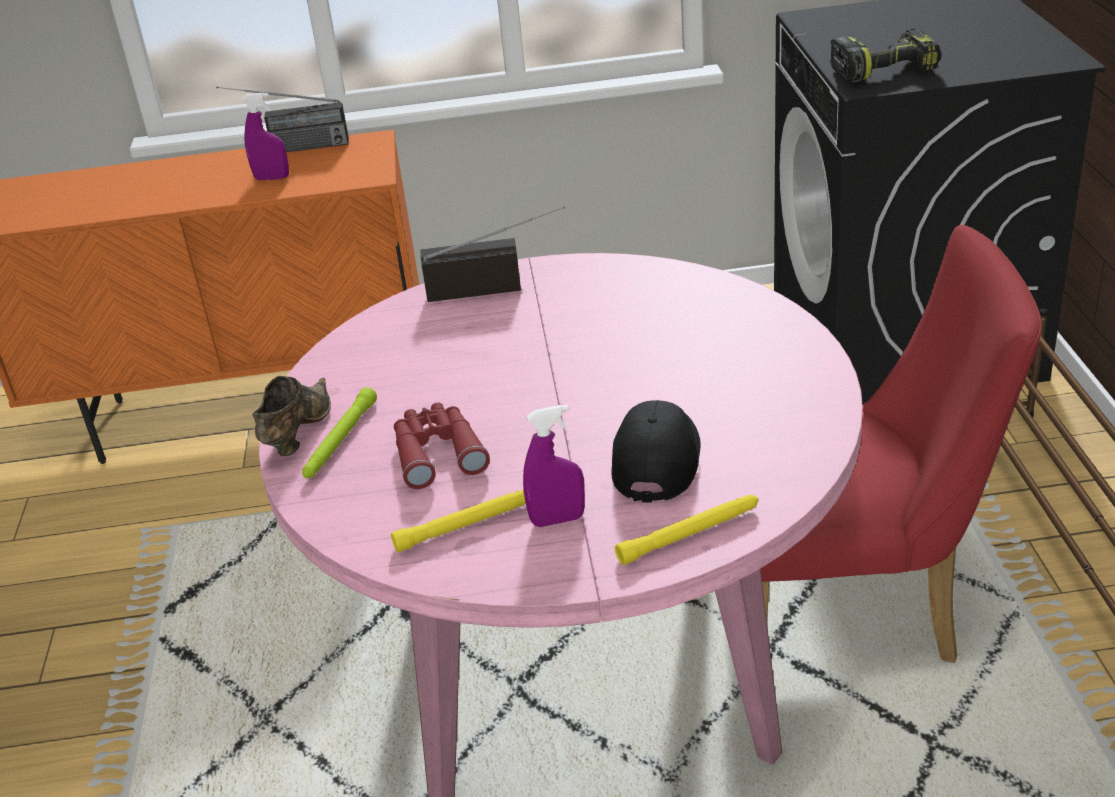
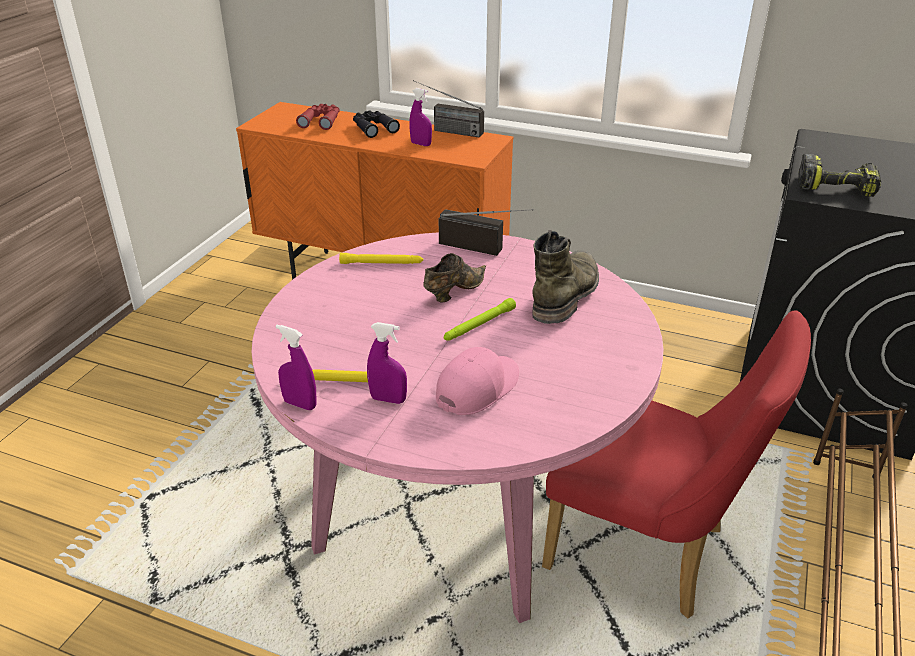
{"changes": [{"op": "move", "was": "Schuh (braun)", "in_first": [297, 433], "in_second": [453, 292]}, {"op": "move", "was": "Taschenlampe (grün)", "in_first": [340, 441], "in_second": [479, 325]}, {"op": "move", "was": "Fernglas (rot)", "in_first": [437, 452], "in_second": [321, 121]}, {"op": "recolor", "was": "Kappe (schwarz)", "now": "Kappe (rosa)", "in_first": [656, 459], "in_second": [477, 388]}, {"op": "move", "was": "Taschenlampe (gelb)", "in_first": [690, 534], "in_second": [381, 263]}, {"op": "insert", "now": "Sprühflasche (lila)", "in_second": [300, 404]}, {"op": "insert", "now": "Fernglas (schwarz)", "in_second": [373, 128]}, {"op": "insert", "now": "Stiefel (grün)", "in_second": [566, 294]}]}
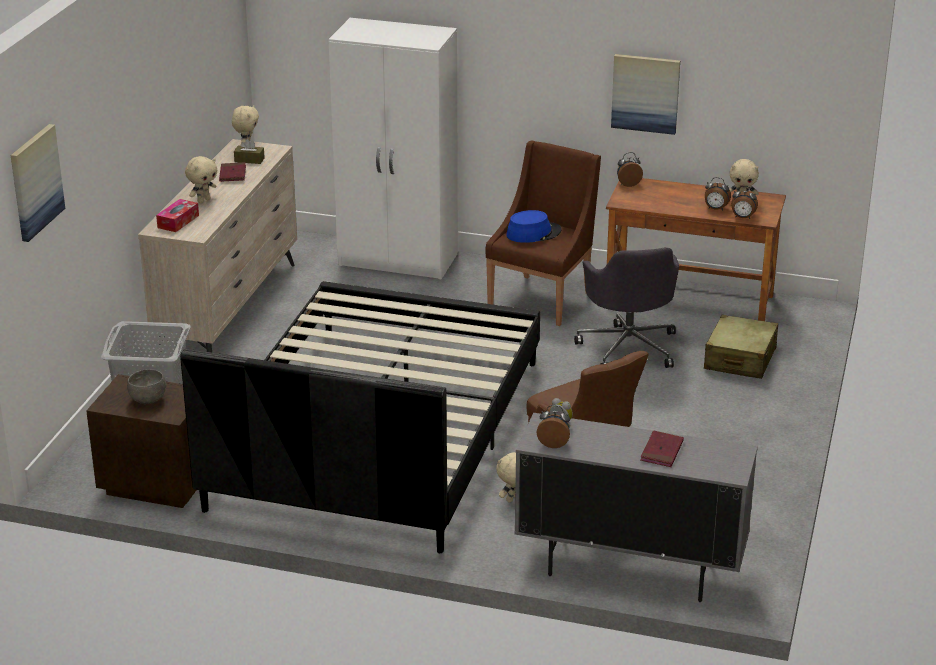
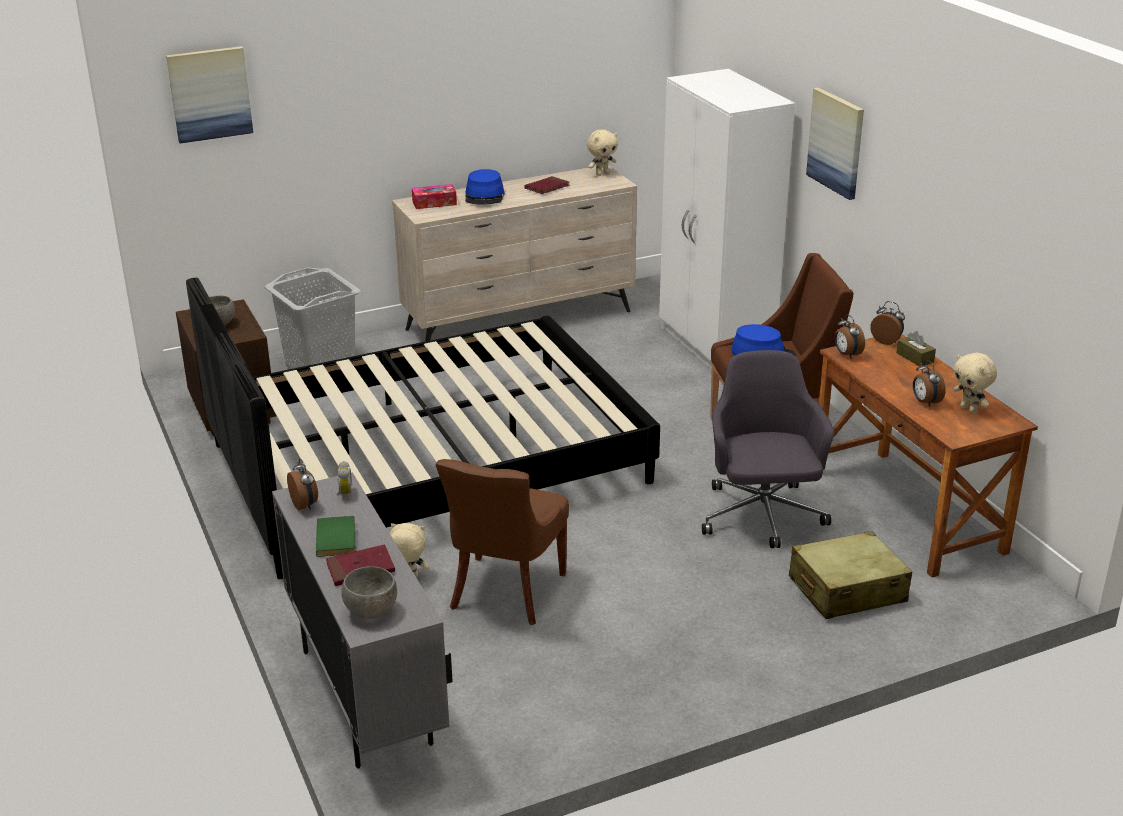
{"changes": [{"op": "replace", "was": "Plüschtier (beige)", "now": "Hut (blau)", "in_first": [203, 200], "in_second": [484, 196]}, {"op": "move", "was": "Taschentuchbox (braun)", "in_first": [249, 160], "in_second": [915, 357]}, {"op": "rotate", "was": "Bürostuhl (grau)", "in_first": [628, 347], "in_second": [762, 517], "clockwise": 135}, {"op": "move", "was": "Bild", "in_first": [645, 93], "in_second": [836, 142]}, {"op": "move", "was": "Wecker", "in_first": [742, 217], "in_second": [846, 354]}, {"op": "insert", "now": "Buch (grün)", "in_second": [338, 538]}, {"op": "insert", "now": "Schüssel (grau)", "in_second": [371, 611]}]}
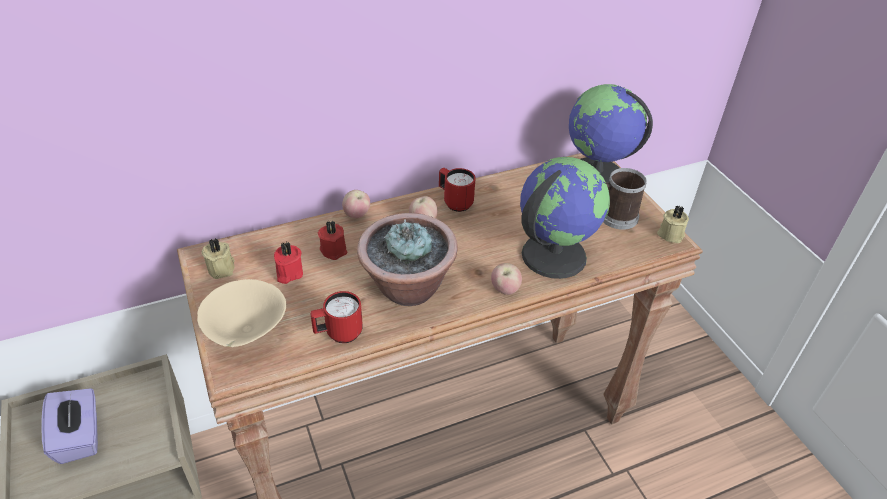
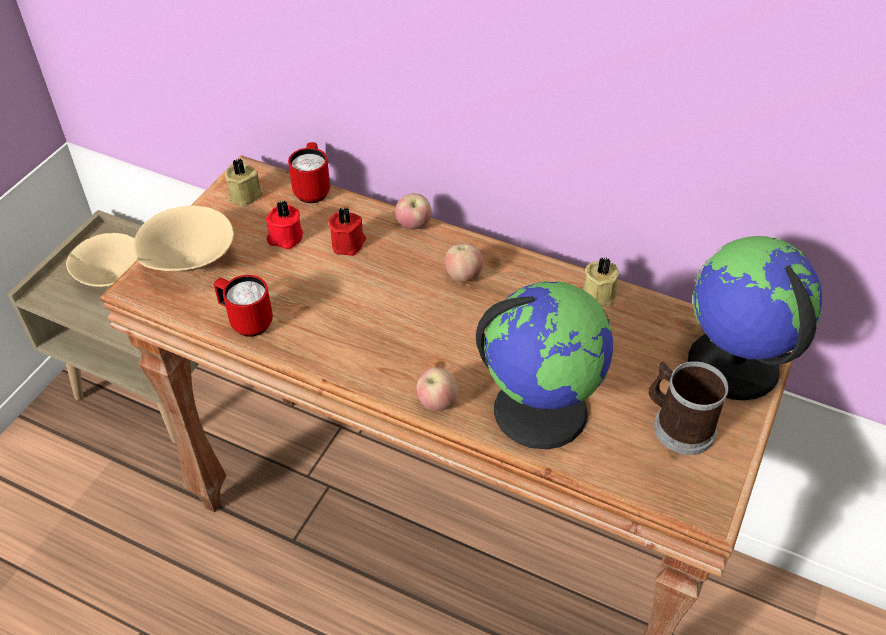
{"changes": [{"op": "replace", "was": "Taschentuchbox (lila)", "now": "Schüssel (beige)", "in_first": [80, 436], "in_second": [111, 278]}, {"op": "delete", "was": "Topfpflanze", "in_first": [407, 288]}, {"op": "move", "was": "Henkelbecher (rot)", "in_first": [454, 202], "in_second": [313, 189]}, {"op": "move", "was": "Kerze (beige)", "in_first": [670, 233], "in_second": [600, 293]}]}
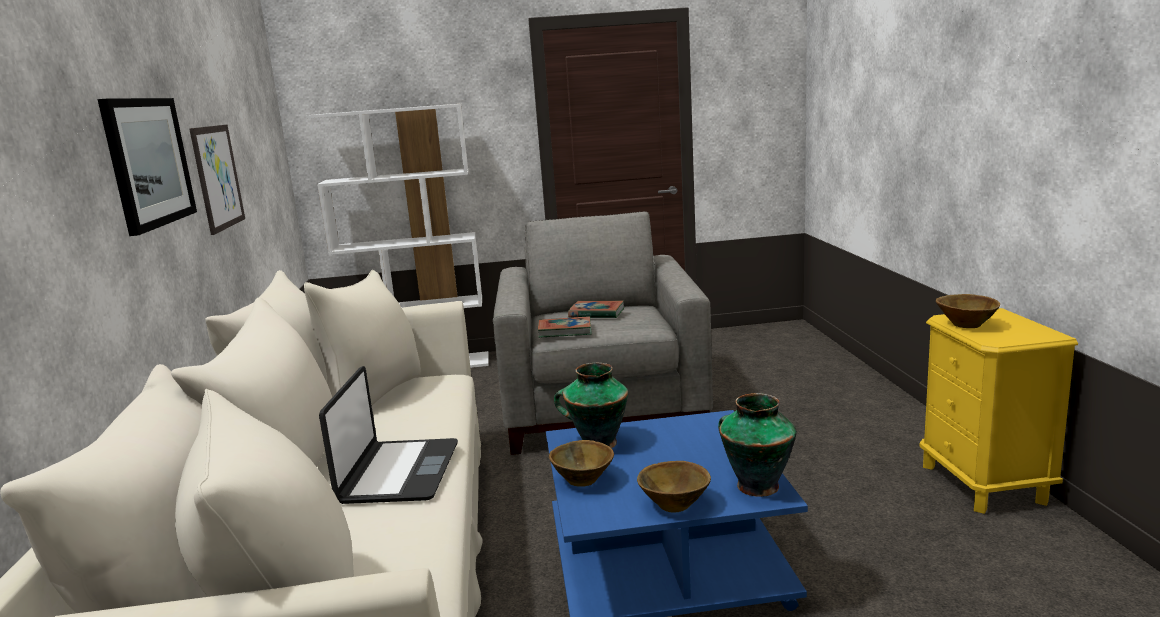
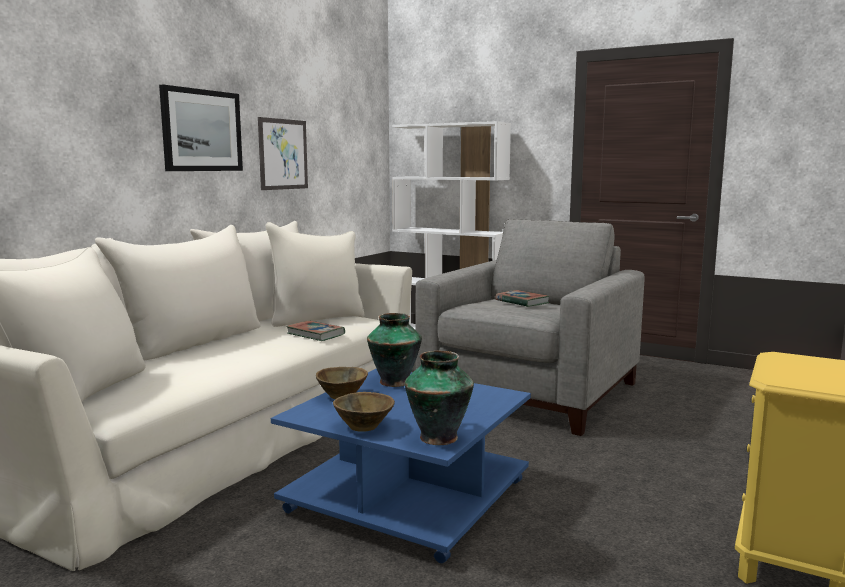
{"changes": [{"op": "delete", "was": "Laptop", "in_first": [398, 473]}, {"op": "move", "was": "Buch", "in_first": [565, 331], "in_second": [315, 334]}, {"op": "delete", "was": "Schüssel (braun)", "in_first": [965, 325]}]}
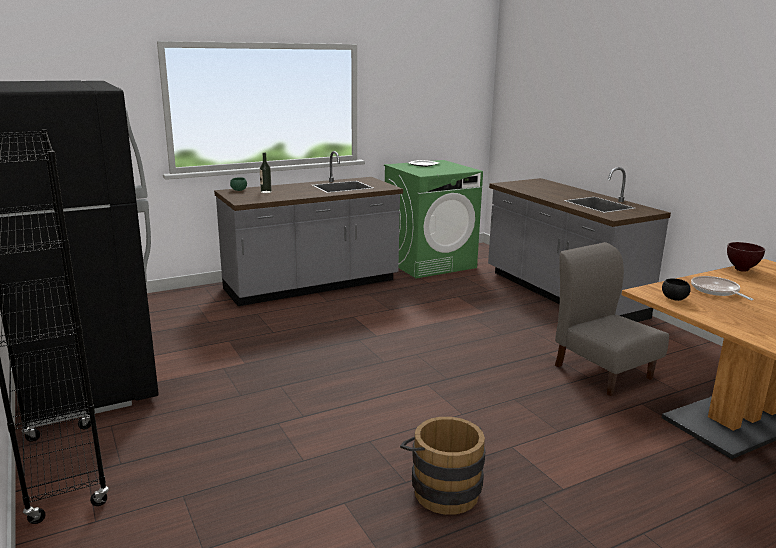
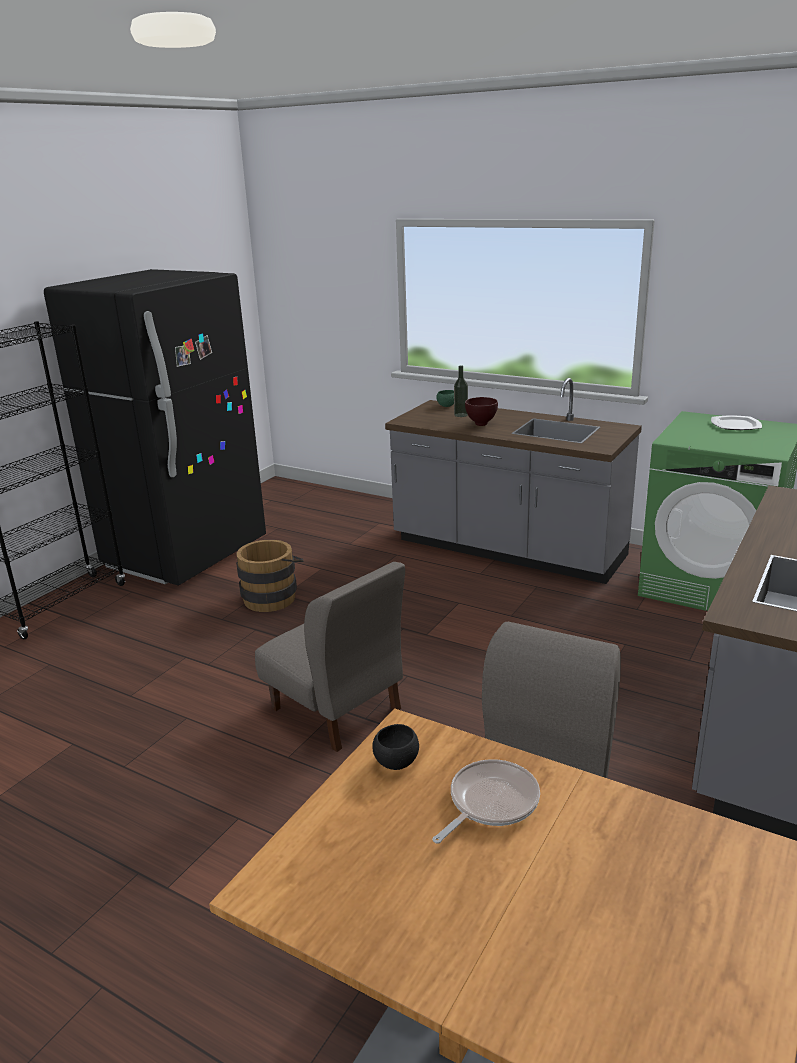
{"changes": [{"op": "move", "was": "Eimer (braun)", "in_first": [442, 489], "in_second": [272, 596]}, {"op": "move", "was": "Schüssel (braun)", "in_first": [742, 270], "in_second": [480, 424]}, {"op": "insert", "now": "Stuhl (grau)", "in_second": [336, 709]}]}
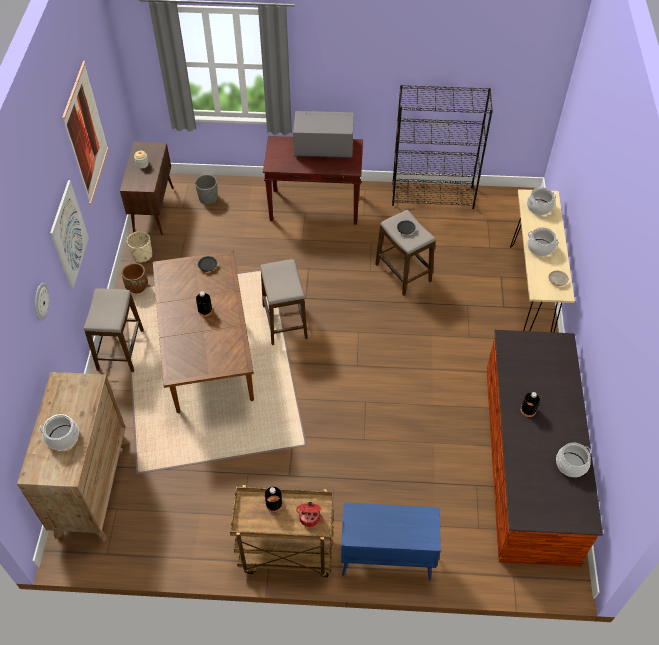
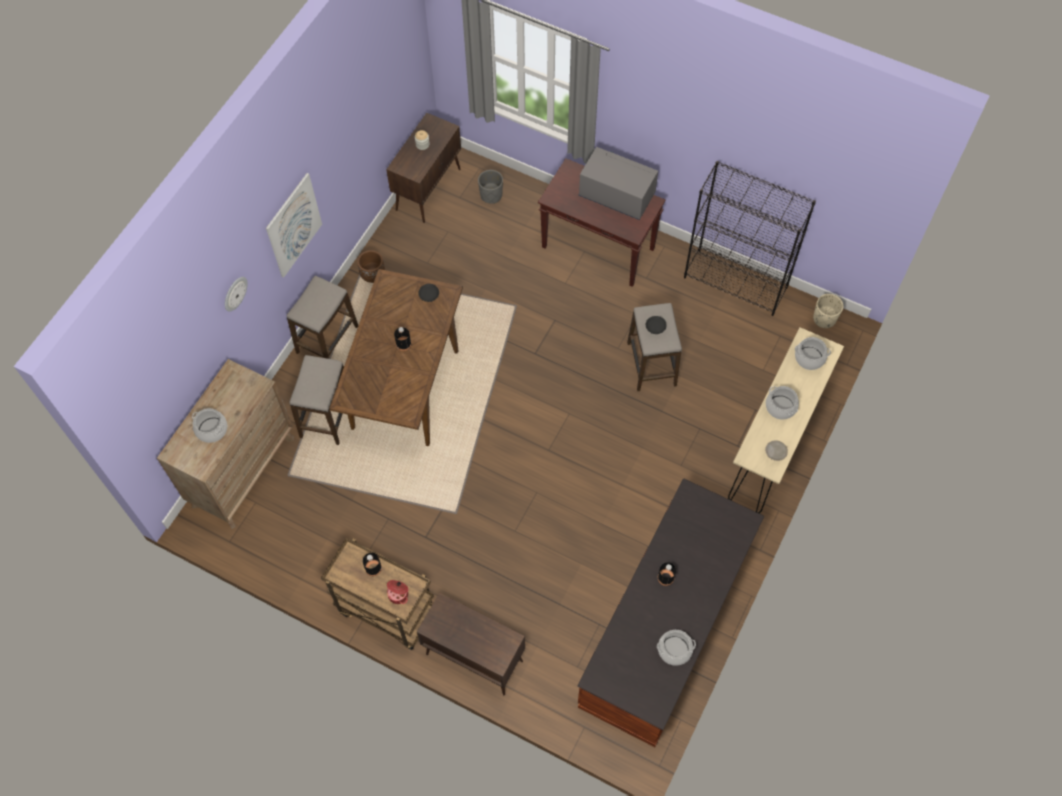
{"changes": [{"op": "delete", "was": "Bild", "in_first": [86, 133]}, {"op": "move", "was": "Pflanzkübel (beige)", "in_first": [142, 255], "in_second": [824, 319]}, {"op": "move", "was": "Hocker", "in_first": [285, 322], "in_second": [327, 416]}, {"op": "recolor", "was": "Schrank (blau)", "now": "Schrank (braun)", "in_first": [385, 559], "in_second": [473, 657]}]}
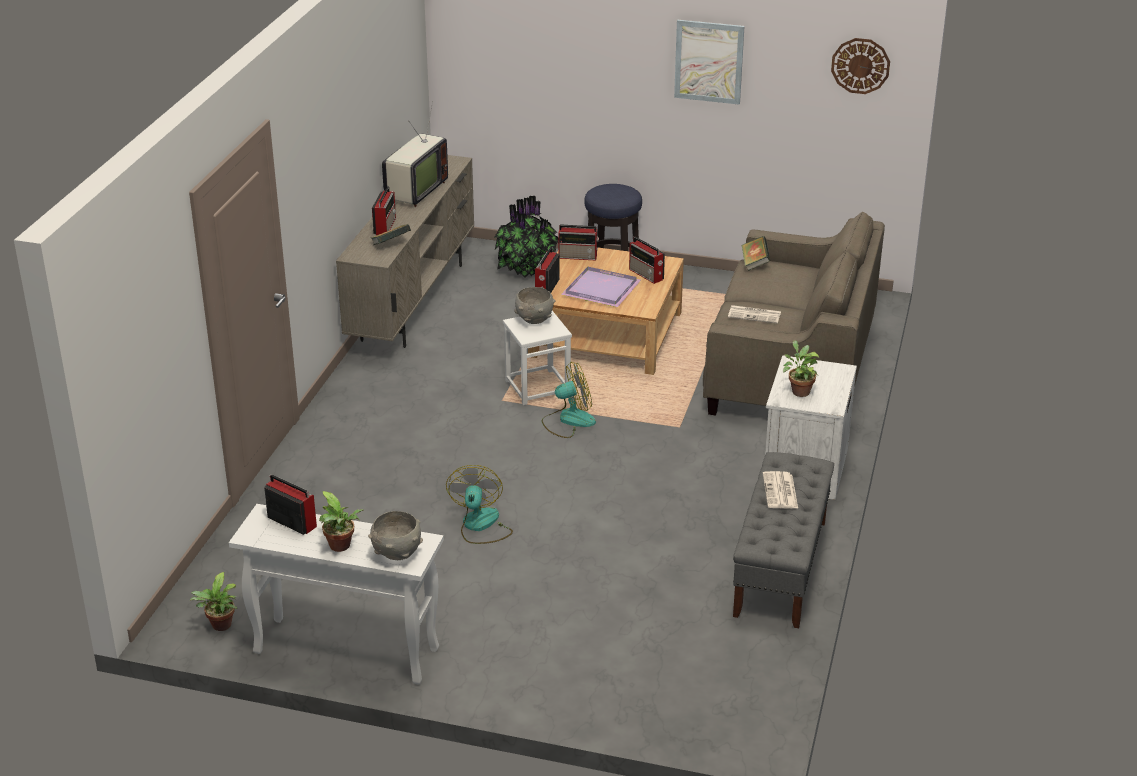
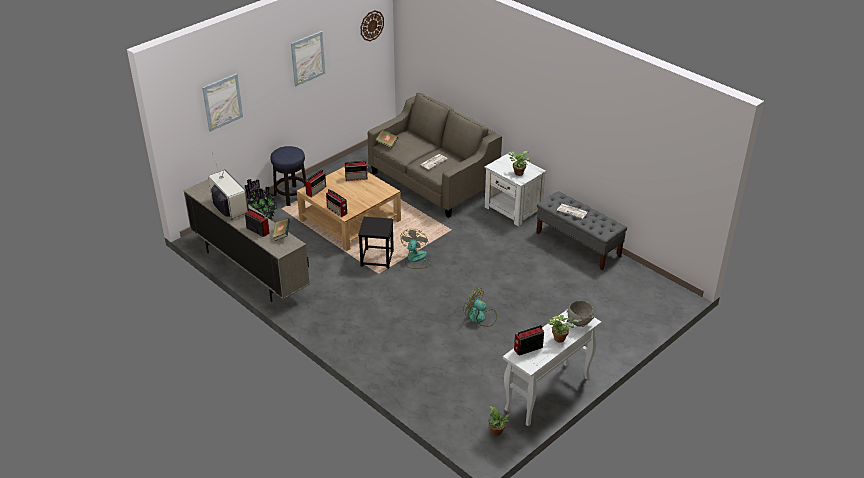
{"changes": [{"op": "recolor", "was": "Hocker (weiß)", "now": "Hocker (schwarz)", "in_first": [537, 387], "in_second": [377, 258]}, {"op": "delete", "was": "Schüssel (grau)", "in_first": [534, 321]}, {"op": "delete", "was": "Tablett (lila)", "in_first": [600, 289]}, {"op": "insert", "now": "Bild", "in_second": [222, 102]}]}
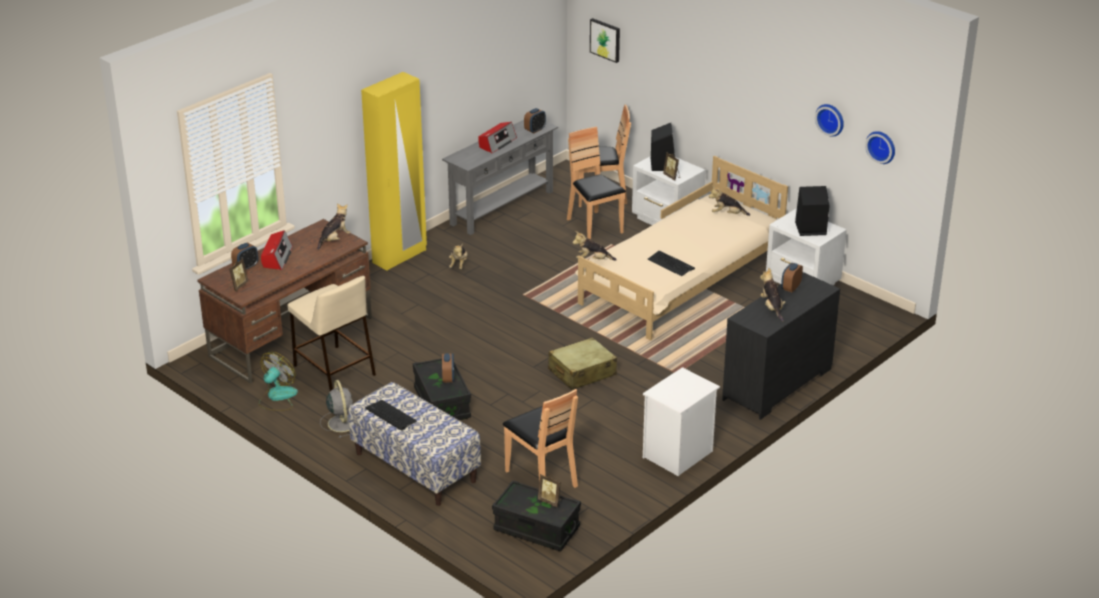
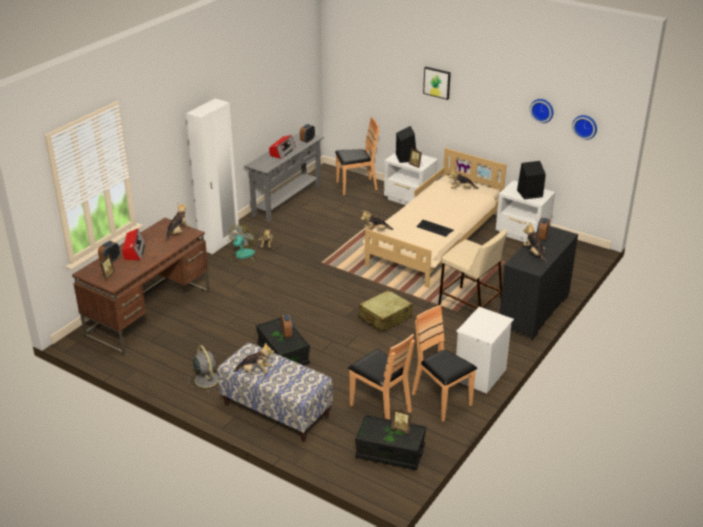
{"changes": [{"op": "move", "was": "Ventilator", "in_first": [277, 397], "in_second": [242, 256]}, {"op": "move", "was": "Hocker (beige)", "in_first": [333, 370], "in_second": [469, 305]}, {"op": "recolor", "was": "Kleiderschrank (gelb)", "now": "Kleiderschrank (weiß)", "in_first": [400, 256], "in_second": [220, 243]}, {"op": "replace", "was": "Tastatur", "now": "Plüschtier", "in_first": [391, 415], "in_second": [255, 371]}, {"op": "move", "was": "Stuhl (braun)", "in_first": [594, 227], "in_second": [441, 400]}, {"op": "move", "was": "Bild", "in_first": [605, 39], "in_second": [437, 82]}]}
